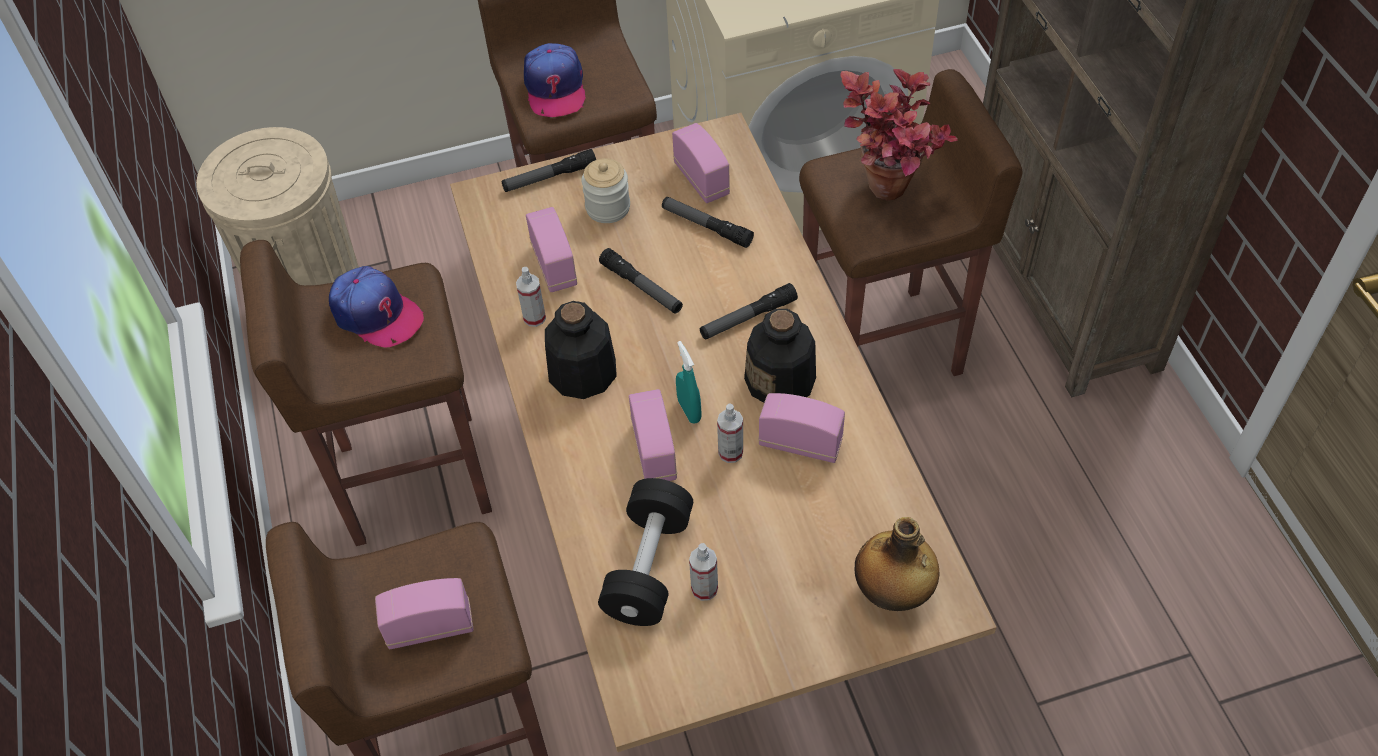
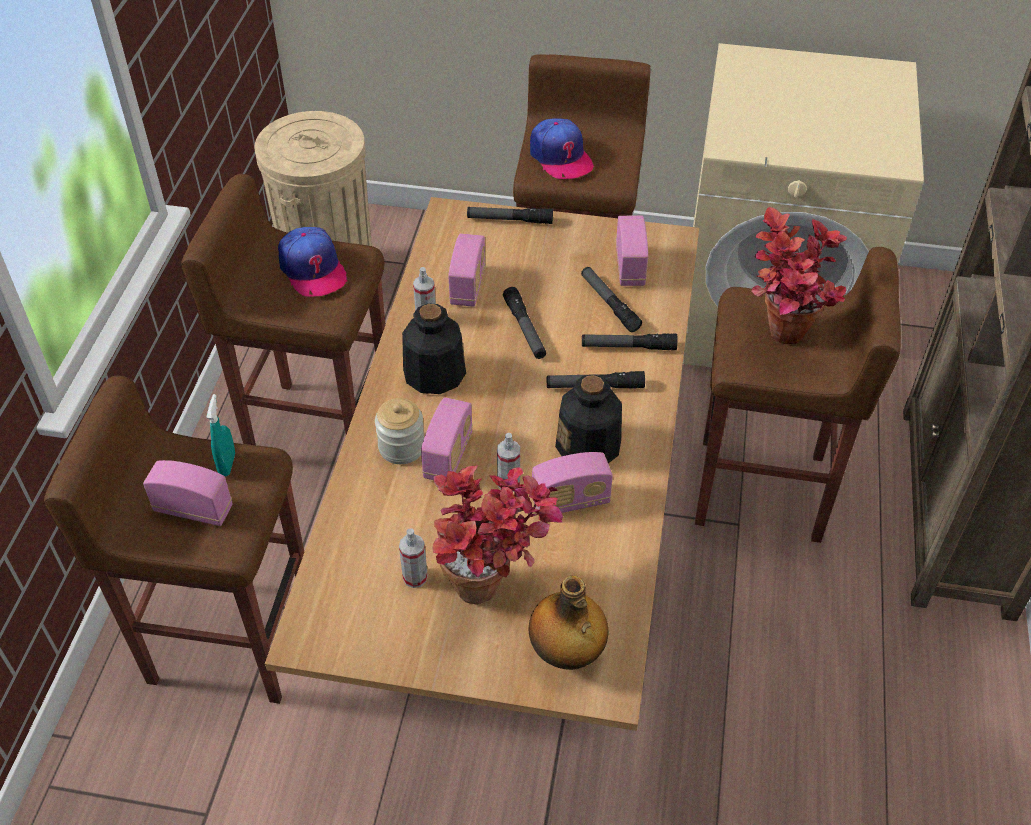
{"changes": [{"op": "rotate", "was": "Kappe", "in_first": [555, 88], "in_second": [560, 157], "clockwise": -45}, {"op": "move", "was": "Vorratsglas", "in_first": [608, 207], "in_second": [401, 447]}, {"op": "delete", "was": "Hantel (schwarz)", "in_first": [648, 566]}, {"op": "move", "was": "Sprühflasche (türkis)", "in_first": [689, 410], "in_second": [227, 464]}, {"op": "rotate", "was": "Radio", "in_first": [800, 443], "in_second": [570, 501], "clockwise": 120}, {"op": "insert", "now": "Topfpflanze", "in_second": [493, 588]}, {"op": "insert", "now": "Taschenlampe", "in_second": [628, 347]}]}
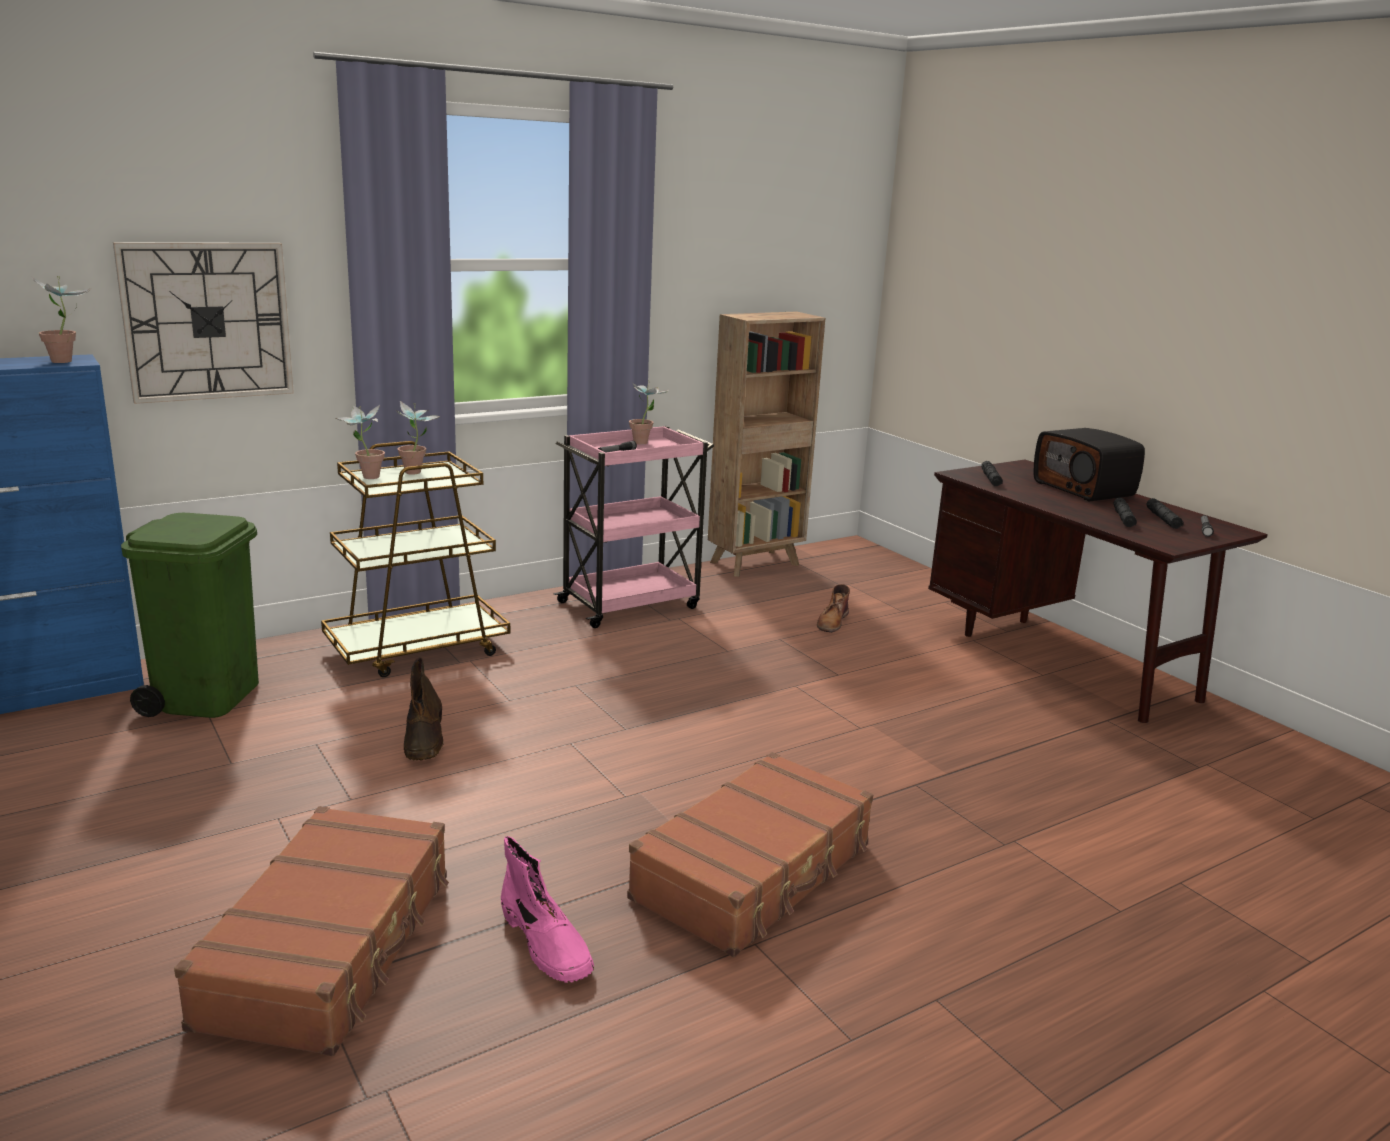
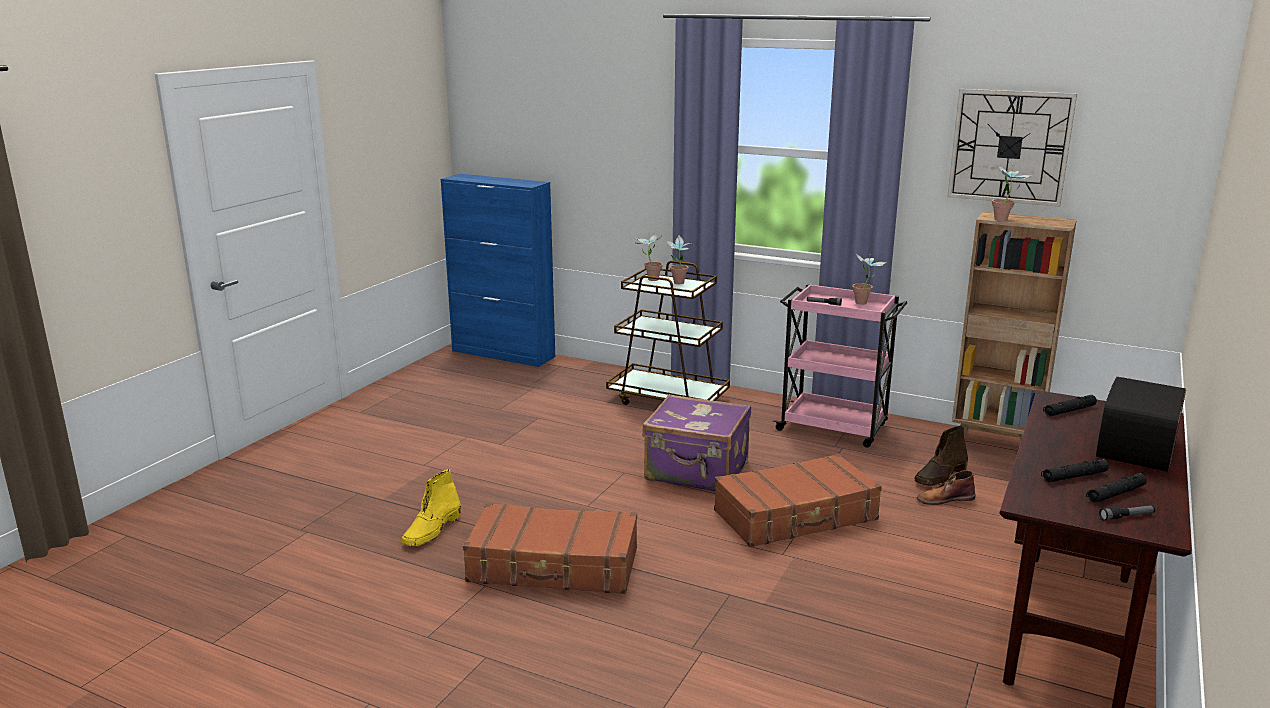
{"changes": [{"op": "move", "was": "Topfpflanze", "in_first": [69, 361], "in_second": [1005, 220]}, {"op": "move", "was": "Wanduhr", "in_first": [207, 321], "in_second": [1010, 147]}, {"op": "delete", "was": "Mülleimer (grün)", "in_first": [207, 696]}, {"op": "move", "was": "Koffer (braun)", "in_first": [331, 947], "in_second": [796, 516]}, {"op": "move", "was": "Stiefel (braun)", "in_first": [424, 739], "in_second": [940, 476]}, {"op": "recolor", "was": "Stiefel (rosa)", "now": "Stiefel (gelb)", "in_first": [546, 944], "in_second": [432, 530]}, {"op": "insert", "now": "Koffer (lila)", "in_second": [697, 472]}]}
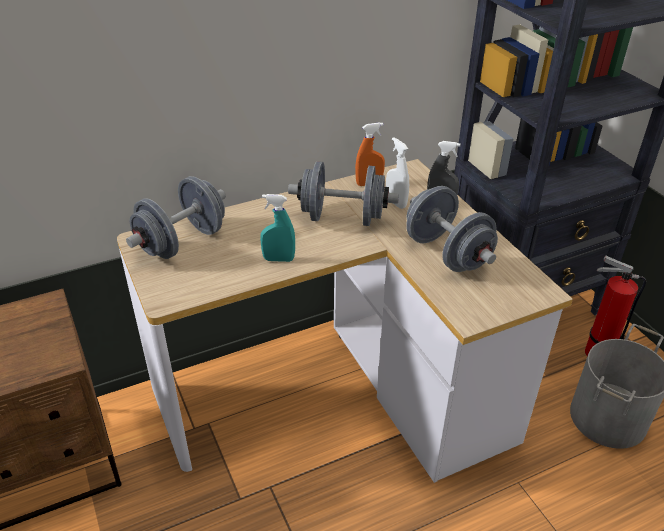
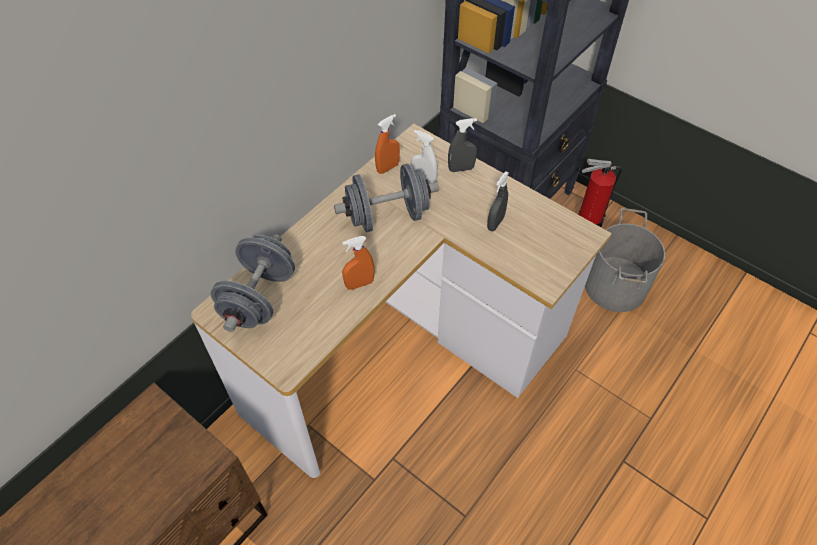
{"changes": [{"op": "recolor", "was": "Sprühflasche (türkis)", "now": "Sprühflasche (orange)", "in_first": [278, 259], "in_second": [359, 284]}, {"op": "replace", "was": "Hantel (grau)", "now": "Sprühflasche (grau)", "in_first": [447, 253], "in_second": [495, 223]}]}
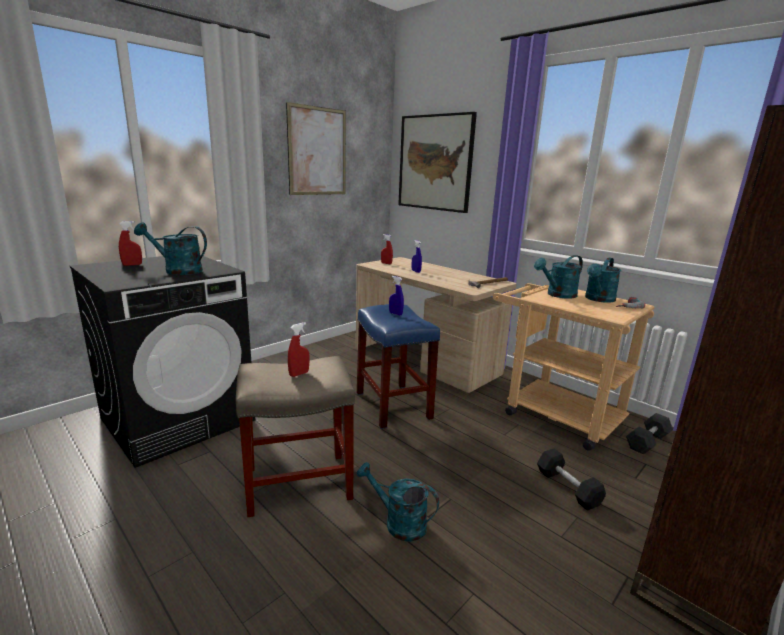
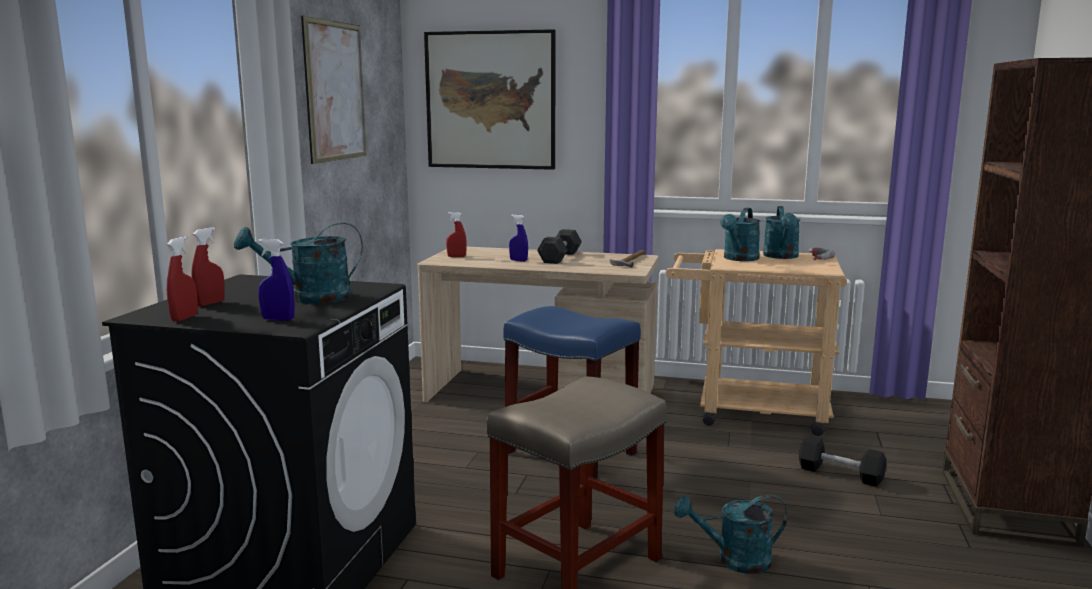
{"changes": [{"op": "move", "was": "Sprühflasche (rot)", "in_first": [299, 374], "in_second": [184, 318]}, {"op": "move", "was": "Sprühflasche (blau)", "in_first": [395, 314], "in_second": [278, 319]}, {"op": "move", "was": "Hantel (schwarz)", "in_first": [647, 442], "in_second": [560, 257]}]}
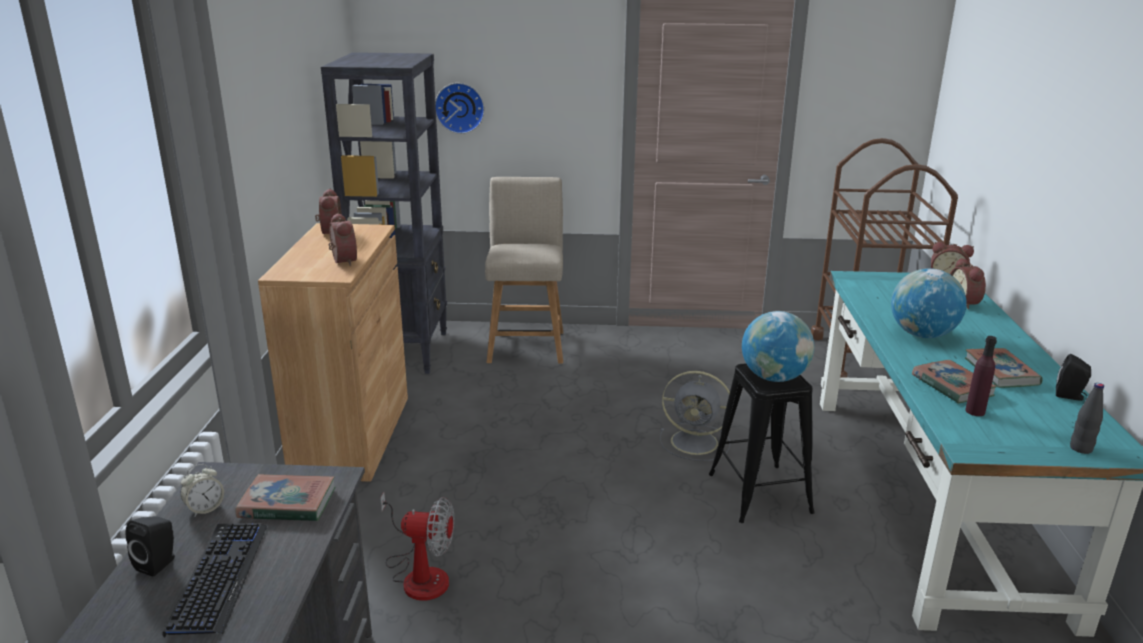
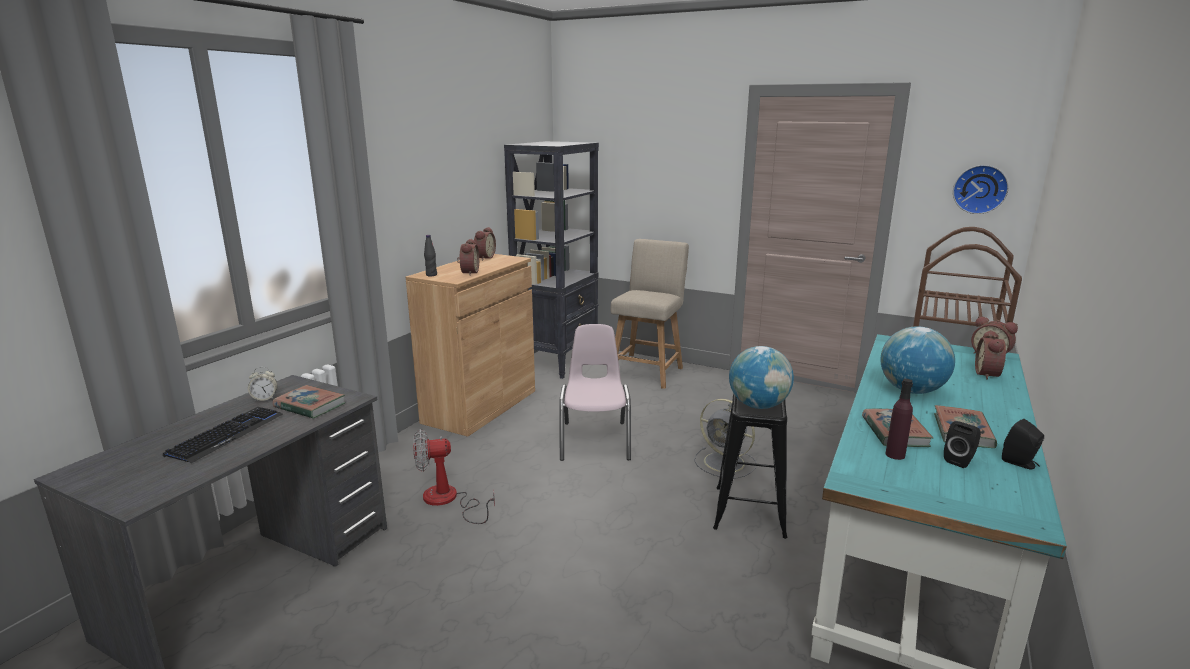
{"changes": [{"op": "move", "was": "Lautsprecher (schwarz)", "in_first": [159, 563], "in_second": [960, 460]}, {"op": "rotate", "was": "Ventilator", "in_first": [419, 574], "in_second": [448, 500], "clockwise": 135}, {"op": "move", "was": "Wanduhr", "in_first": [460, 107], "in_second": [980, 189]}, {"op": "move", "was": "Flasche (schwarz)", "in_first": [1081, 449], "in_second": [431, 275]}, {"op": "insert", "now": "Stuhl (rosa)", "in_second": [595, 440]}]}
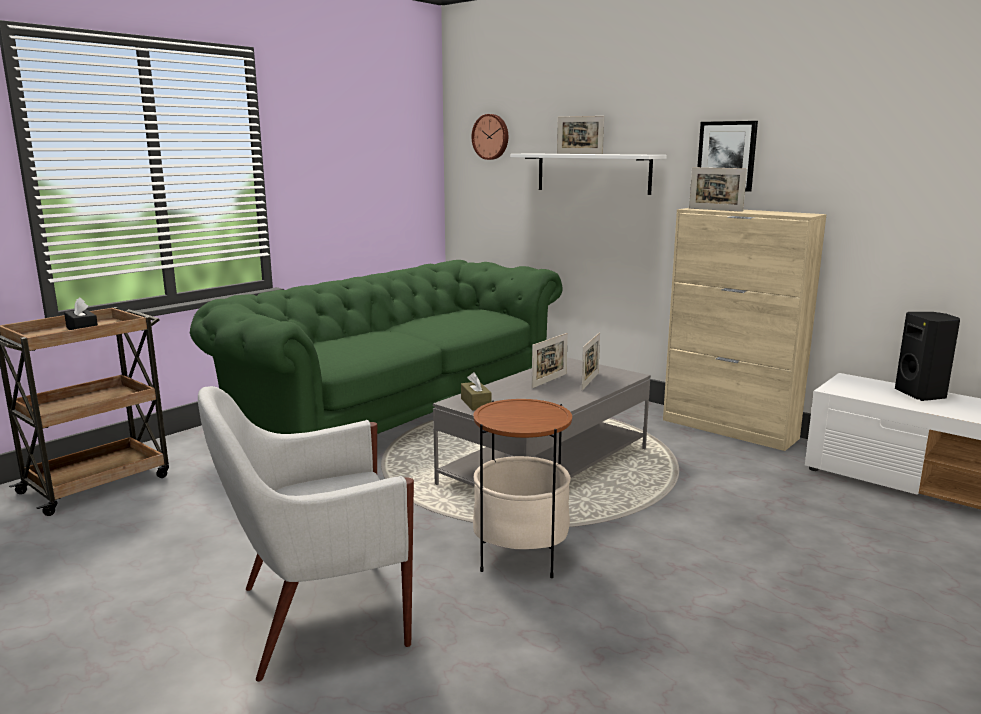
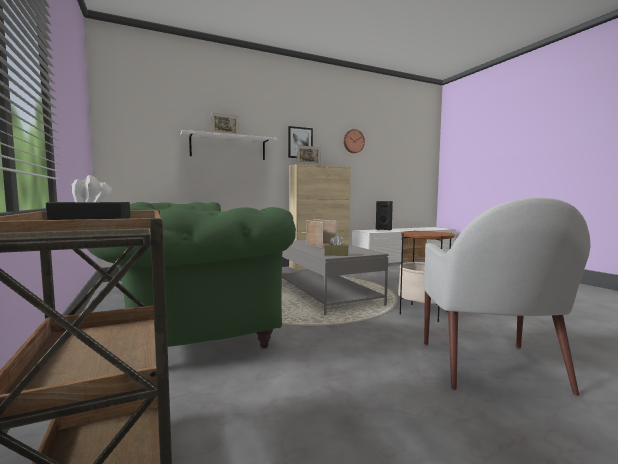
{"changes": [{"op": "move", "was": "Wanduhr", "in_first": [491, 137], "in_second": [353, 141]}]}
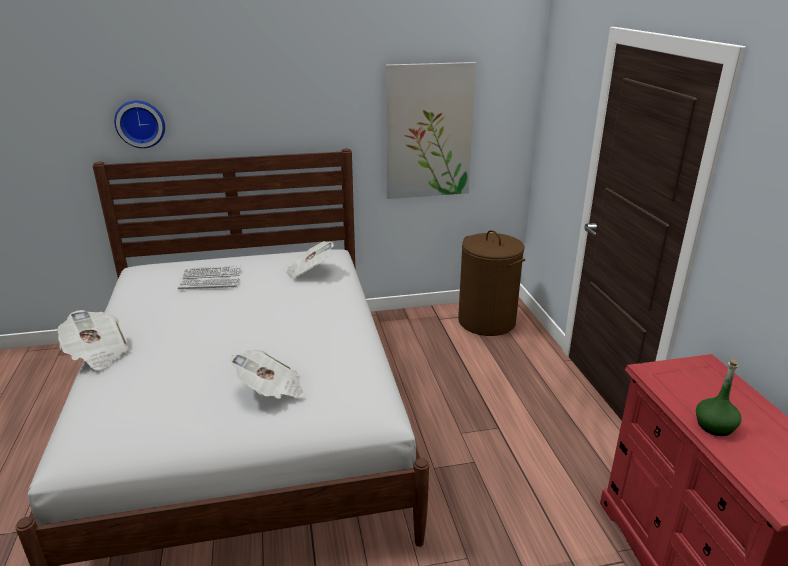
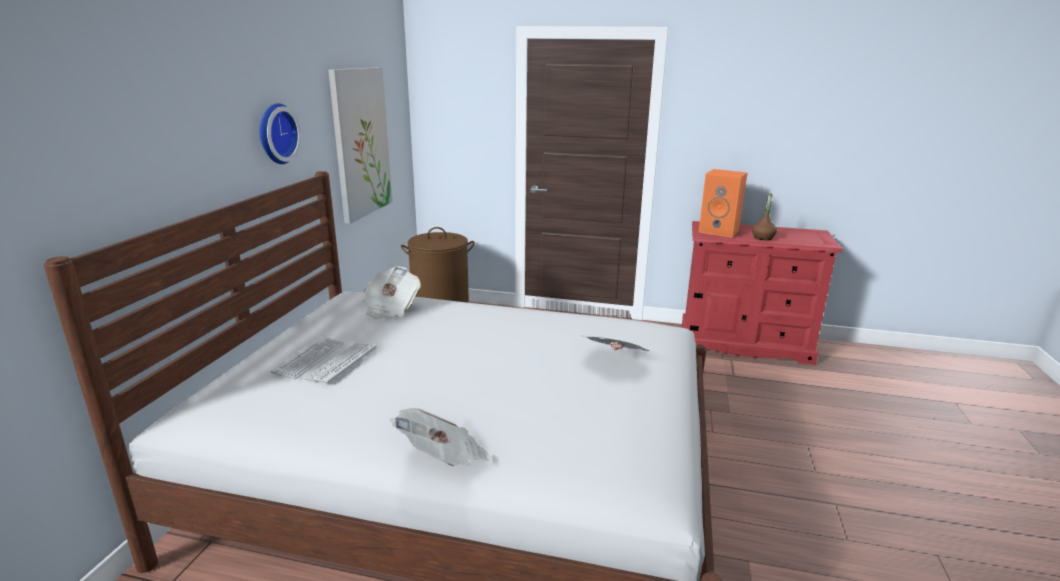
{"changes": [{"op": "move", "was": "Wanduhr", "in_first": [140, 123], "in_second": [275, 133]}, {"op": "recolor", "was": "Flasche (grün)", "now": "Flasche (braun)", "in_first": [714, 426], "in_second": [763, 237]}, {"op": "insert", "now": "Lautsprecher (orange)", "in_second": [720, 231]}]}
